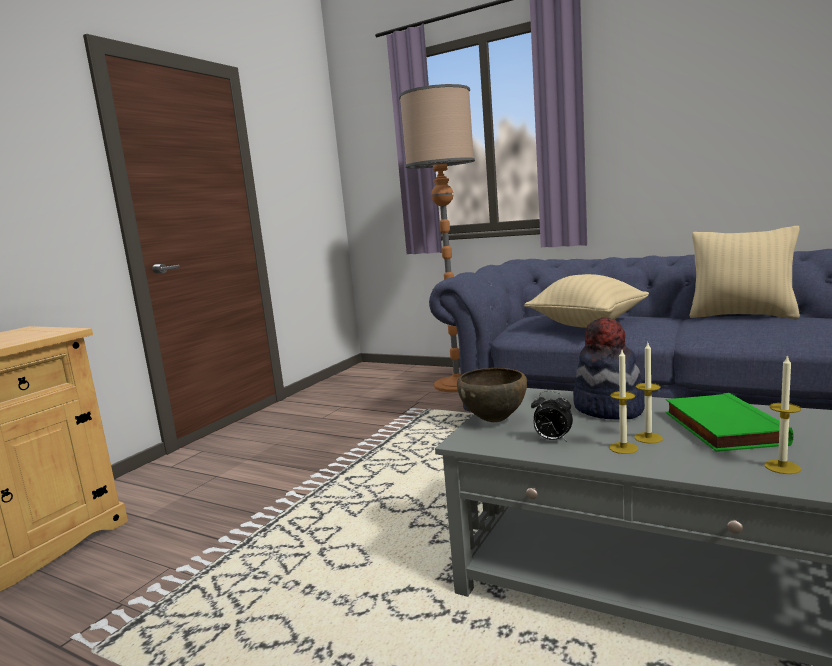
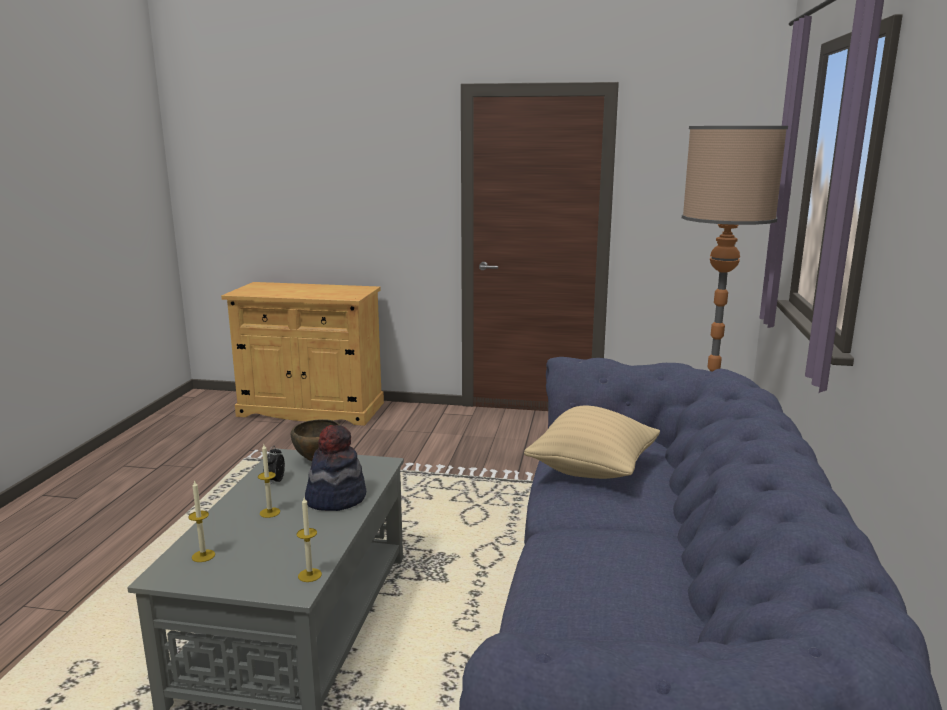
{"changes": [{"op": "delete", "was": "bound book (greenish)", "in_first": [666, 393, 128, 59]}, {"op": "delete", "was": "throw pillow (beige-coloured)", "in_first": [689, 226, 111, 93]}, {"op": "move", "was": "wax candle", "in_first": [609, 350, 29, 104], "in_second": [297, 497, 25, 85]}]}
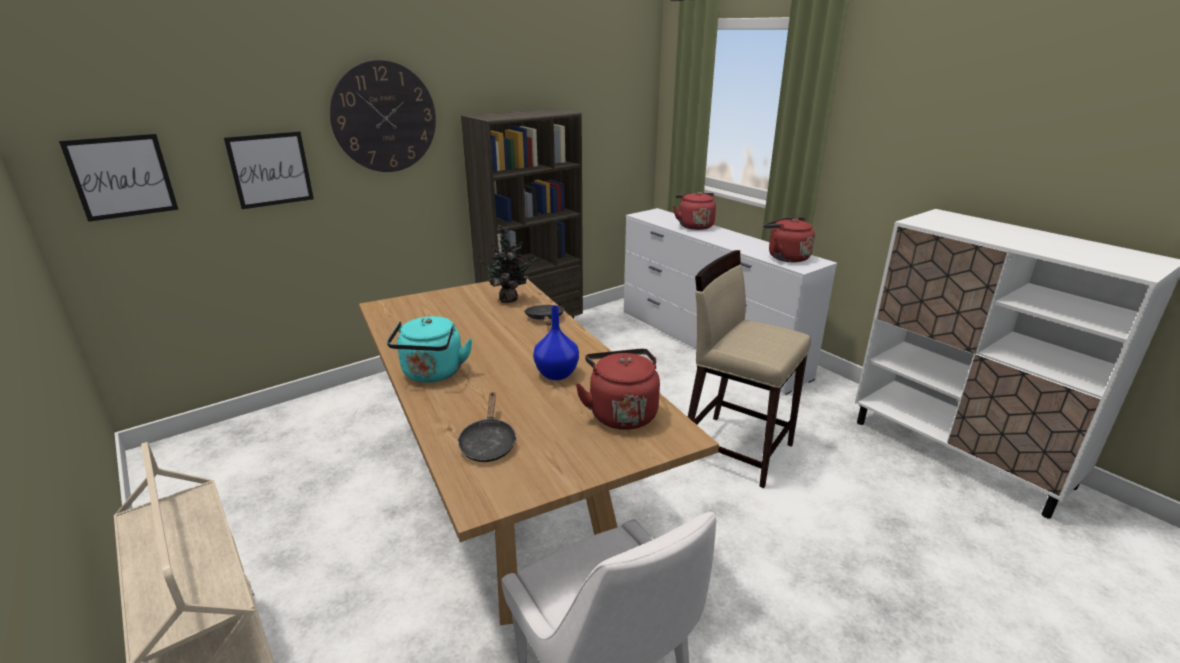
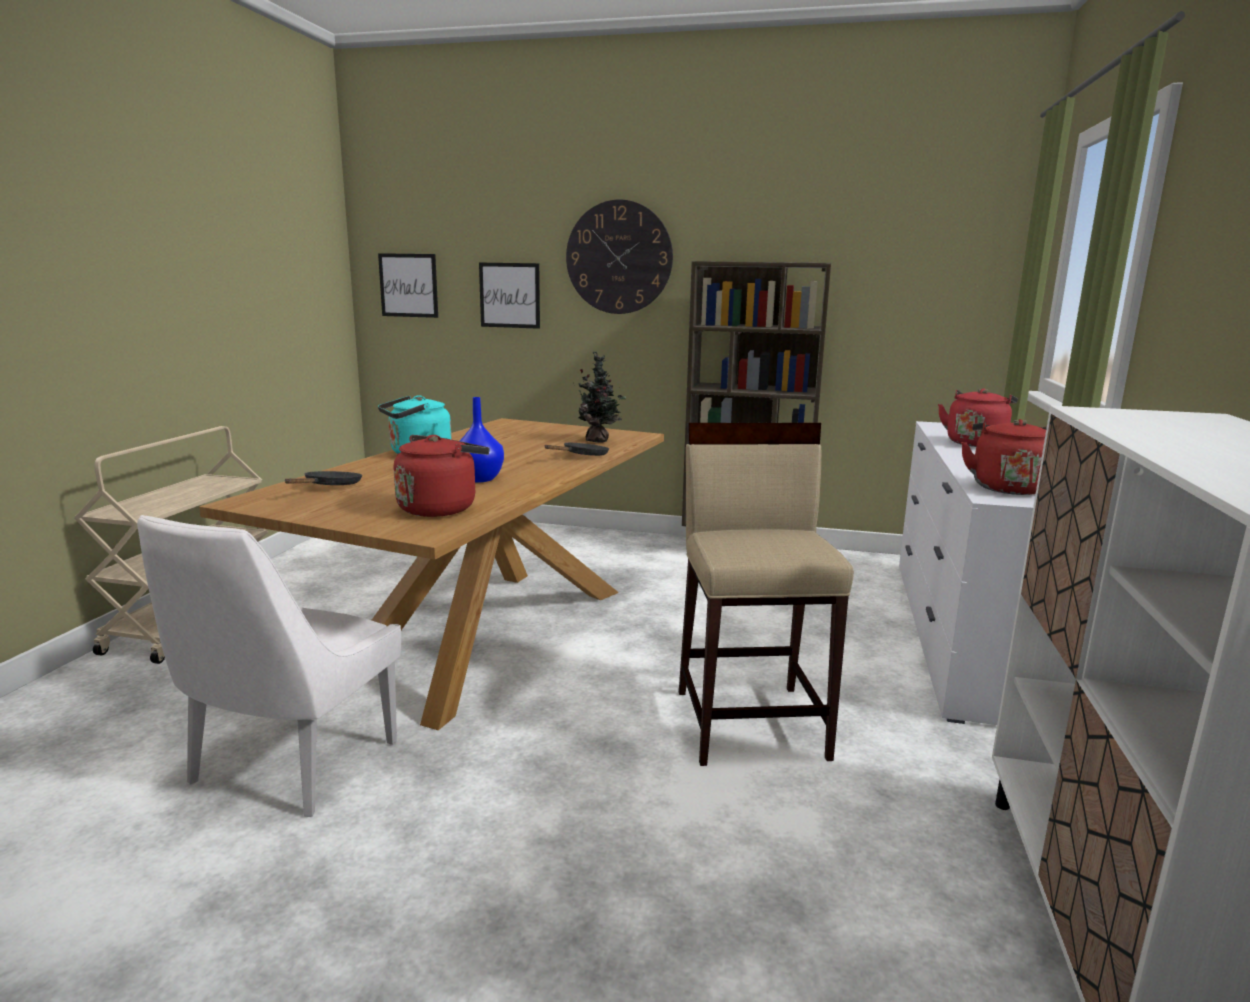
{"changes": [{"op": "rotate", "was": "pan (black)", "in_first": [457, 393, 60, 69], "in_second": [285, 471, 77, 14], "clockwise": 150}]}
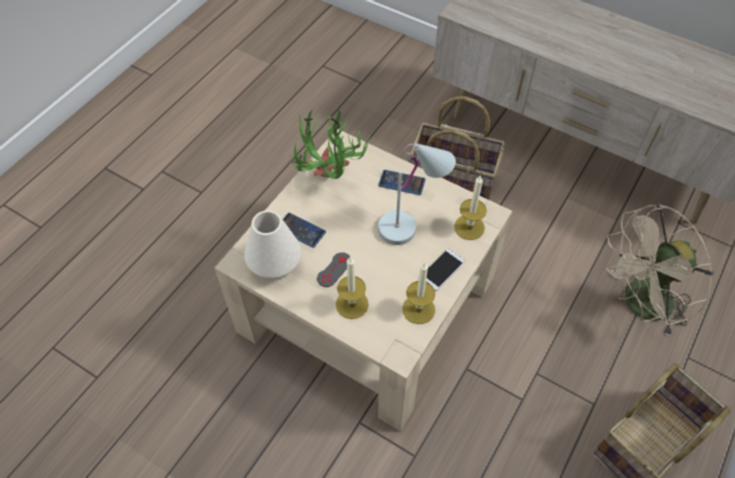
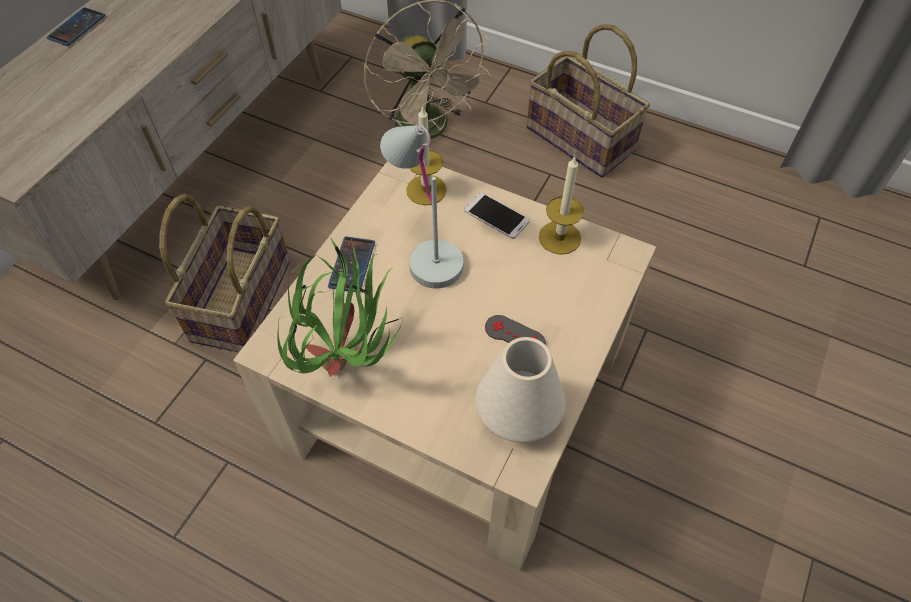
{"changes": [{"op": "delete", "was": "wax candle", "in_first": [336, 256, 33, 63]}, {"op": "move", "was": "handset", "in_first": [283, 213, 43, 35], "in_second": [47, 7, 58, 39]}]}
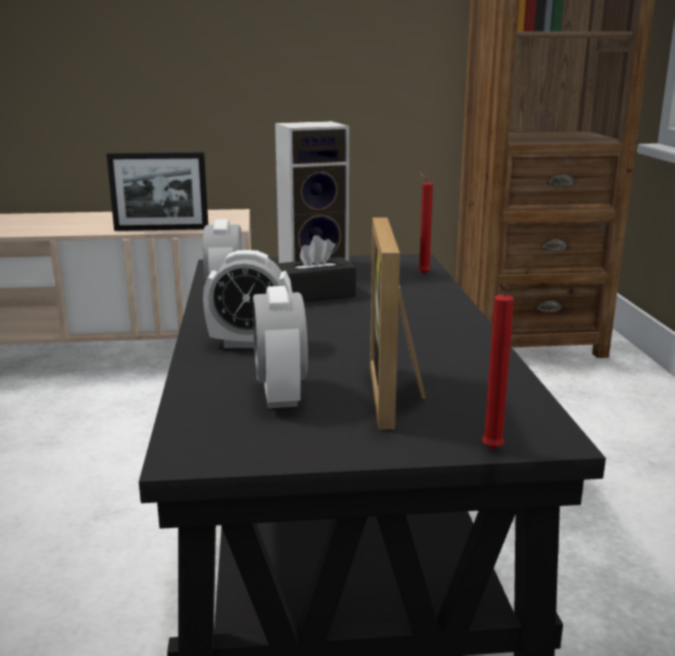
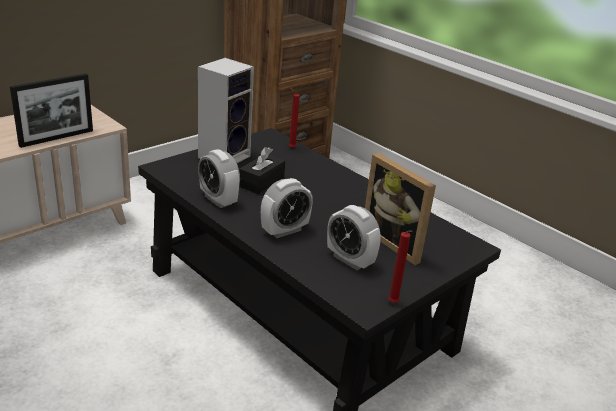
{"changes": [{"op": "move", "was": "wax candle (red)", "in_first": [482, 284, 32, 165], "in_second": [388, 230, 24, 73]}]}
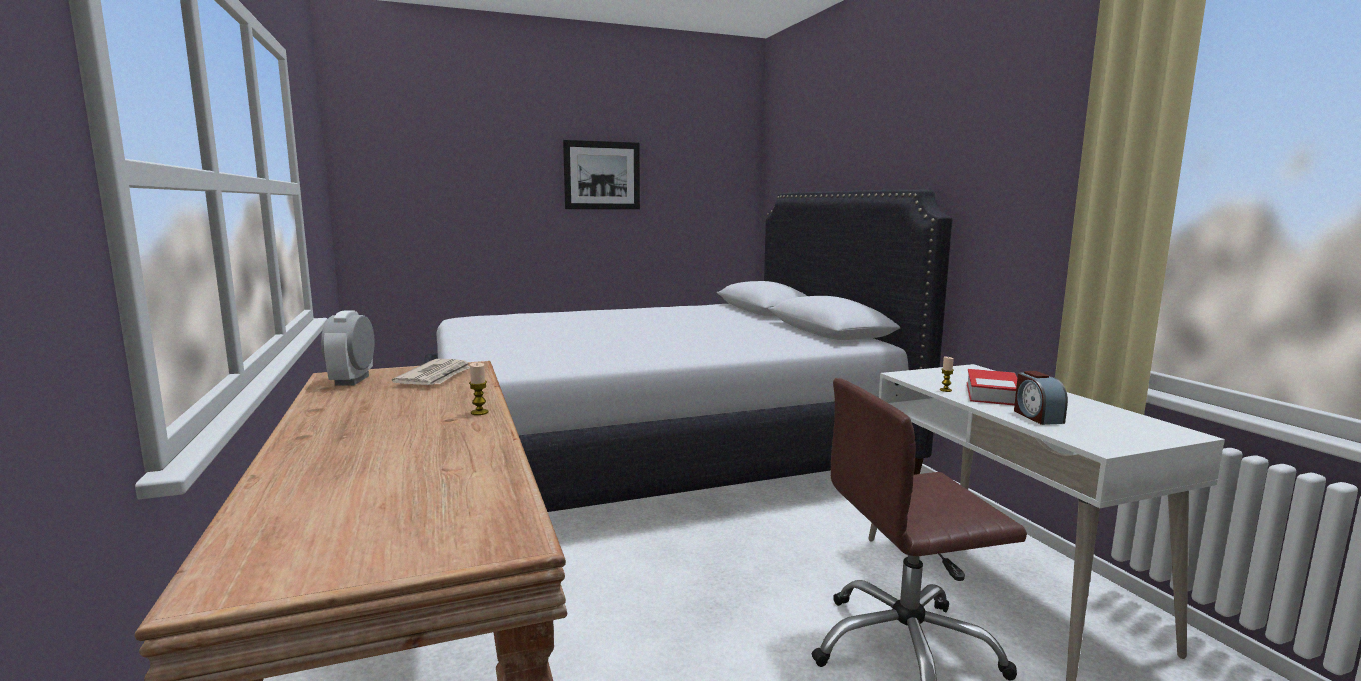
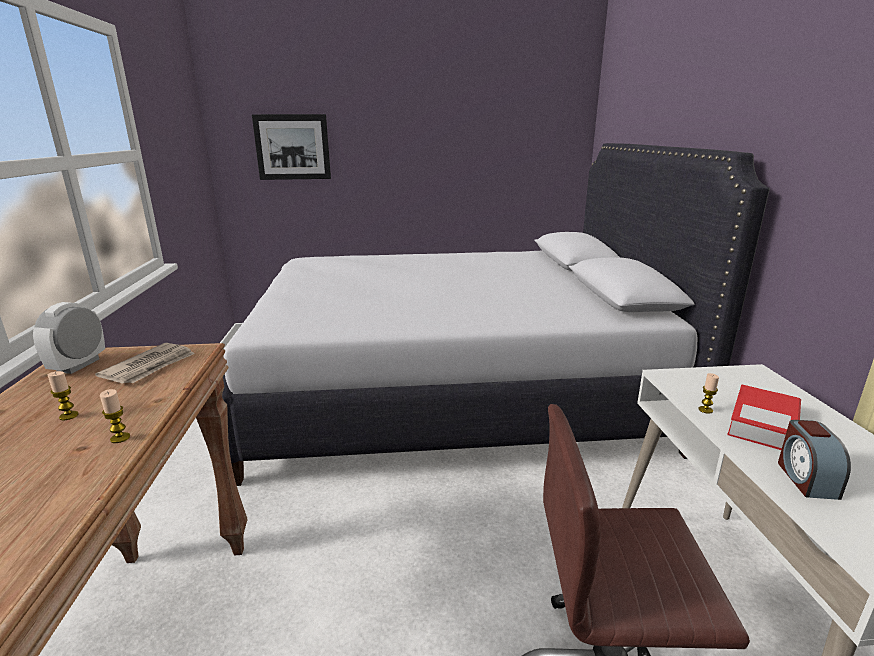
{"changes": [{"op": "insert", "now": "wax candle", "in_second": [48, 371, 31, 49]}, {"op": "move", "was": "wall art", "in_first": [563, 140, 77, 69], "in_second": [252, 114, 79, 66]}]}
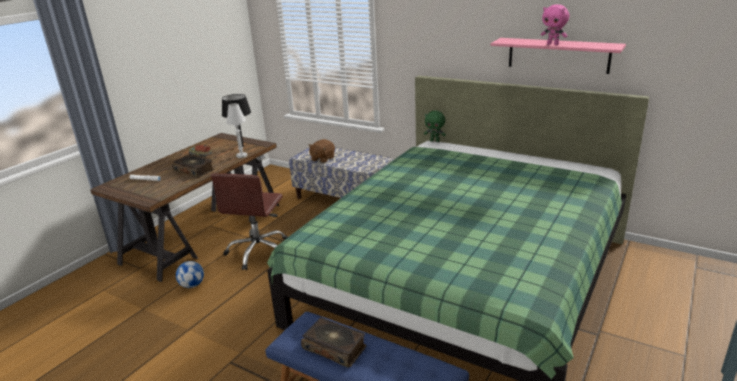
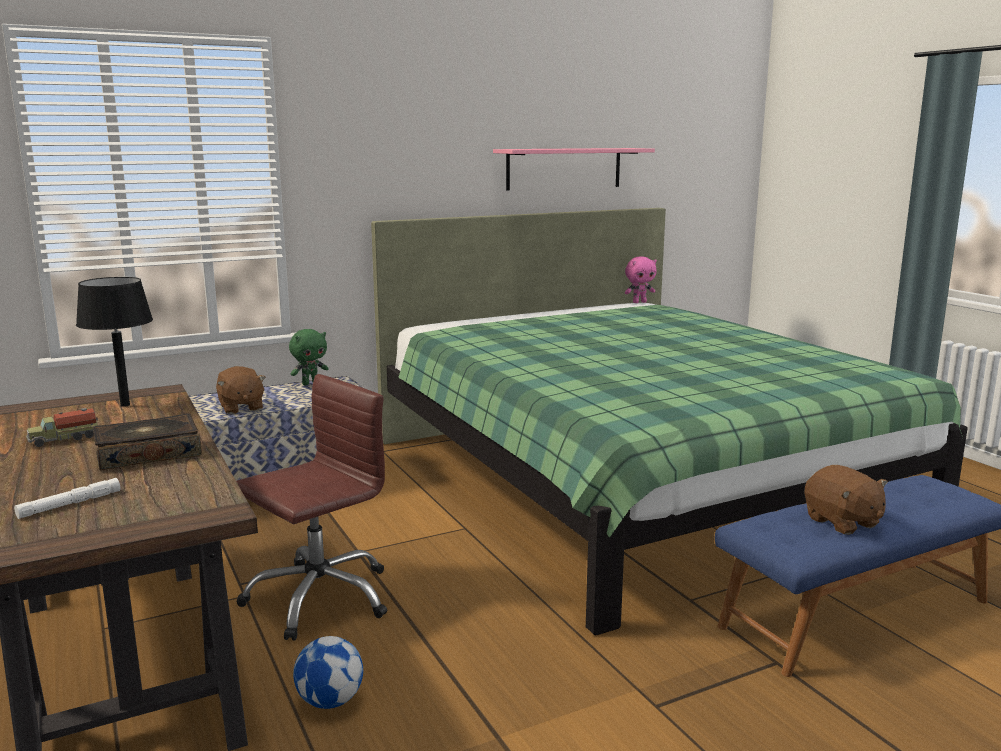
{"changes": [{"op": "delete", "was": "tabletop lamp (white-coloured)", "in_first": [226, 103, 21, 55]}, {"op": "move", "was": "soft toy (greenish)", "in_first": [424, 111, 22, 31], "in_second": [289, 329, 39, 56]}, {"op": "move", "was": "soft toy (pink-coloured)", "in_first": [541, 4, 28, 41], "in_second": [625, 256, 32, 47]}, {"op": "replace", "was": "bound book", "now": "soft toy (brown-coloured)", "in_first": [301, 318, 65, 50], "in_second": [804, 465, 84, 70]}, {"op": "rotate", "was": "office chair (brown-coloured)", "in_first": [211, 173, 77, 97], "in_second": [236, 374, 151, 267], "clockwise": -90}]}
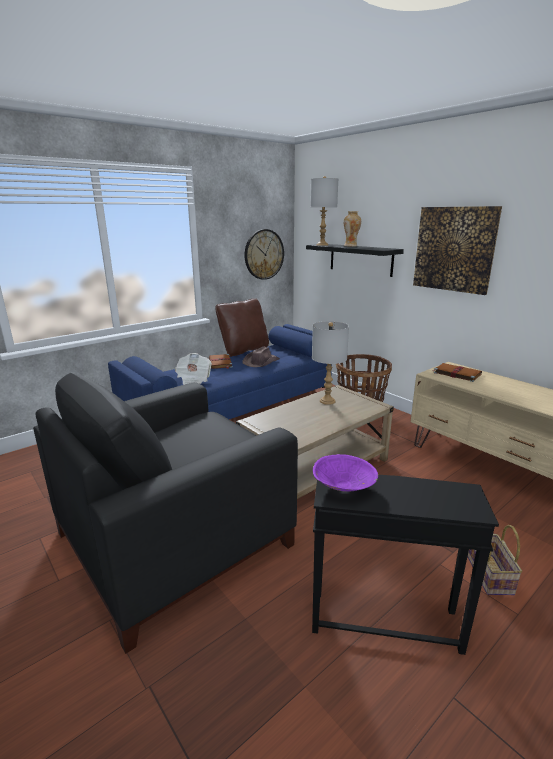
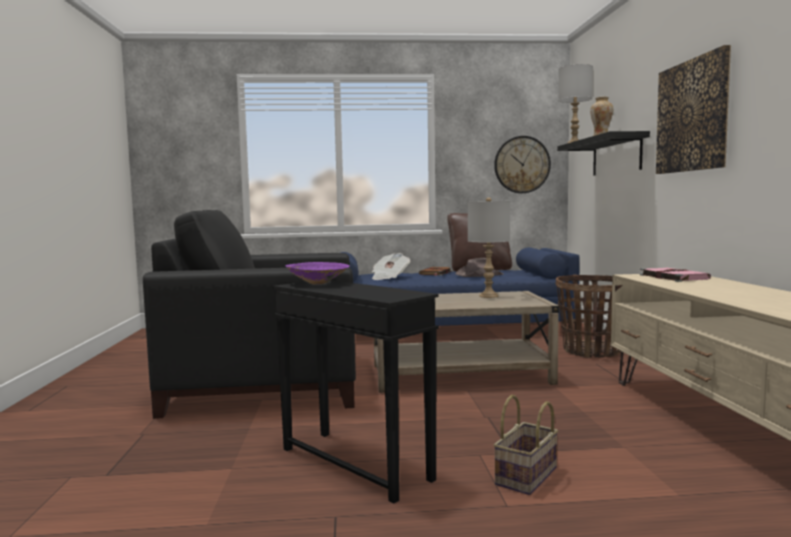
{"changes": [{"op": "recolor", "was": "bound book (brown-coloured)", "now": "bound book (pink-coloured)", "in_first": [433, 363, 49, 19], "in_second": [640, 268, 71, 14]}]}
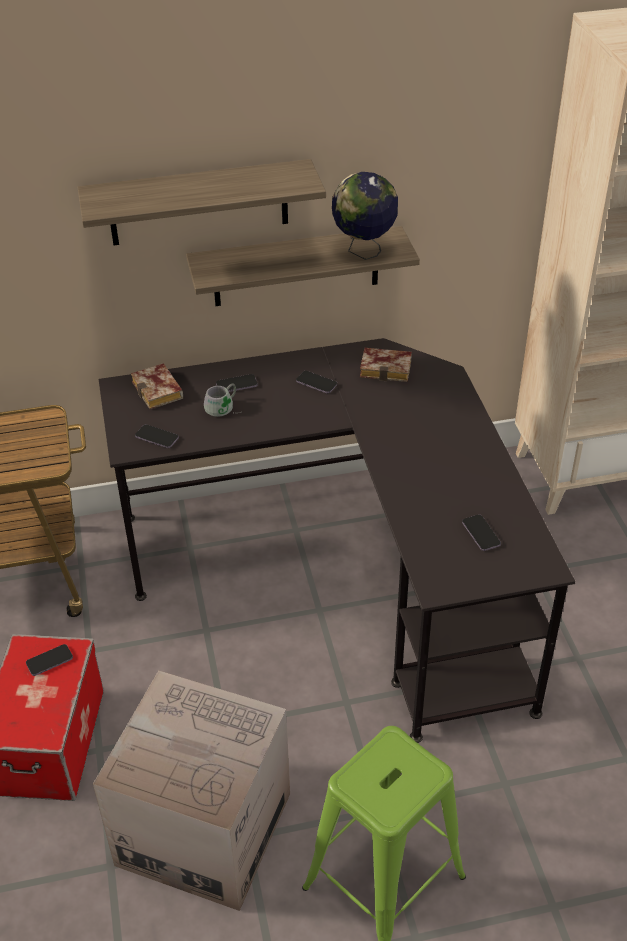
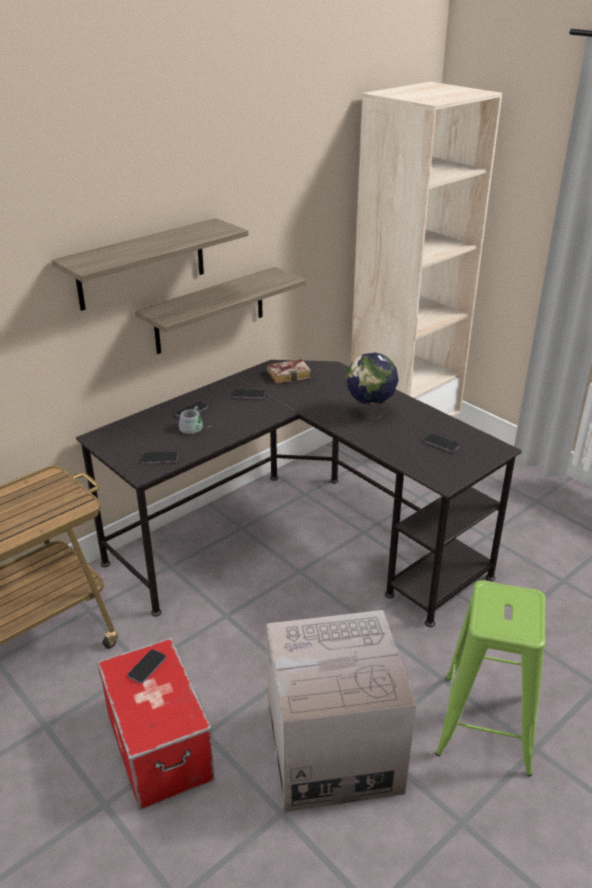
{"changes": [{"op": "delete", "was": "bound book", "in_first": [131, 363, 52, 46]}, {"op": "move", "was": "world globe", "in_first": [332, 172, 66, 88], "in_second": [346, 353, 53, 66]}]}
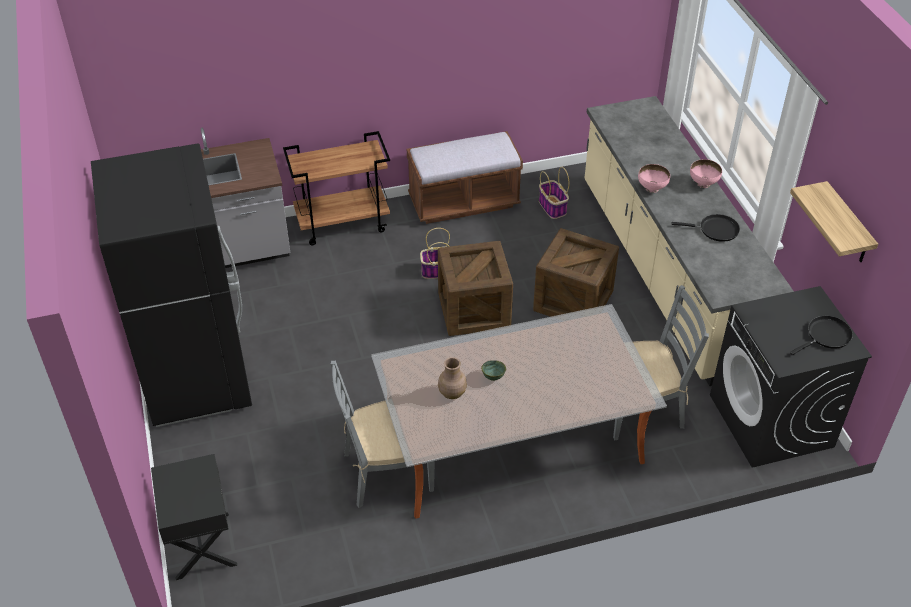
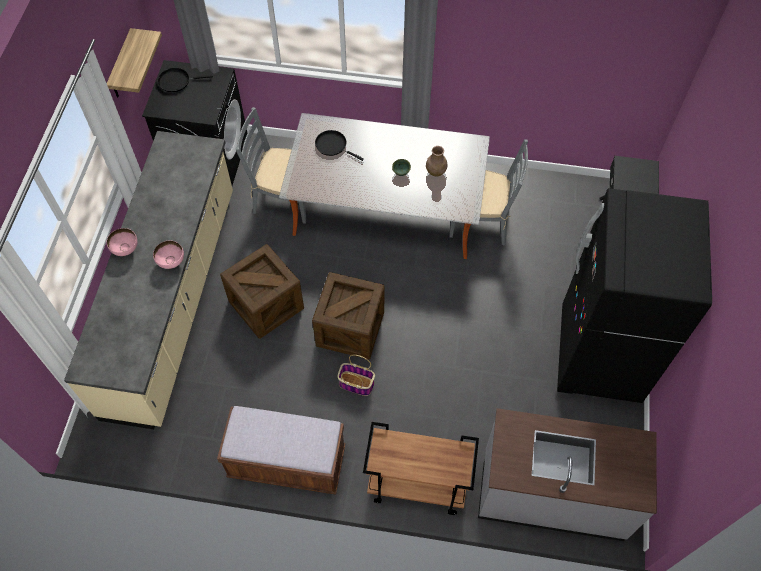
{"changes": [{"op": "delete", "was": "household basket", "in_first": [539, 167, 31, 52]}, {"op": "move", "was": "pan (black)", "in_first": [671, 214, 69, 28], "in_second": [315, 130, 49, 31]}]}
